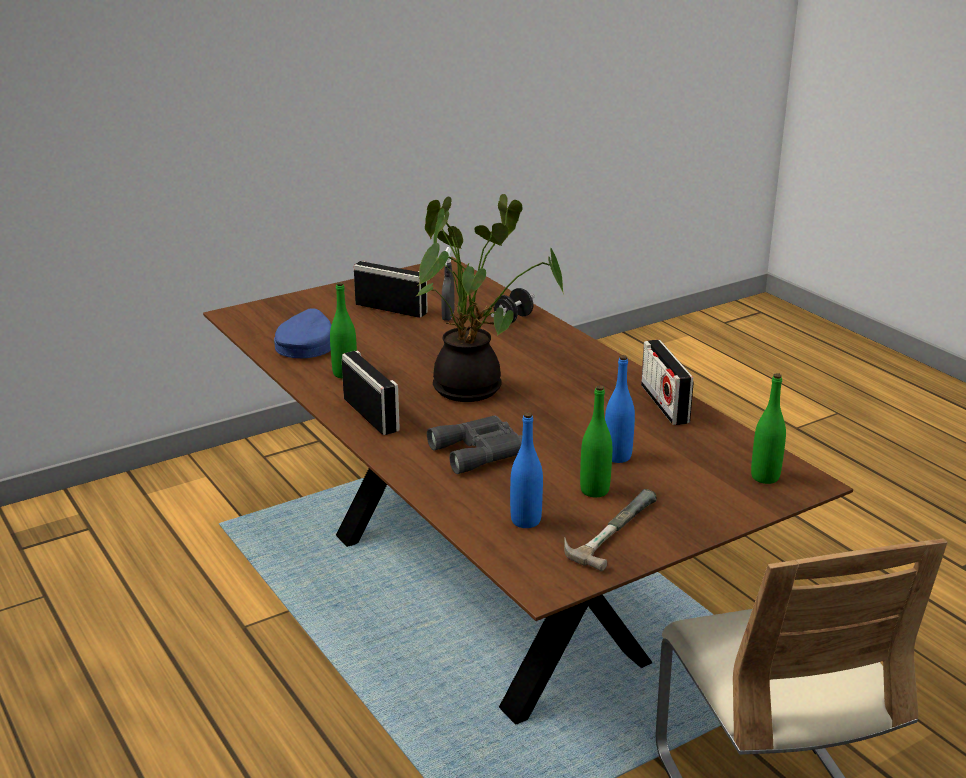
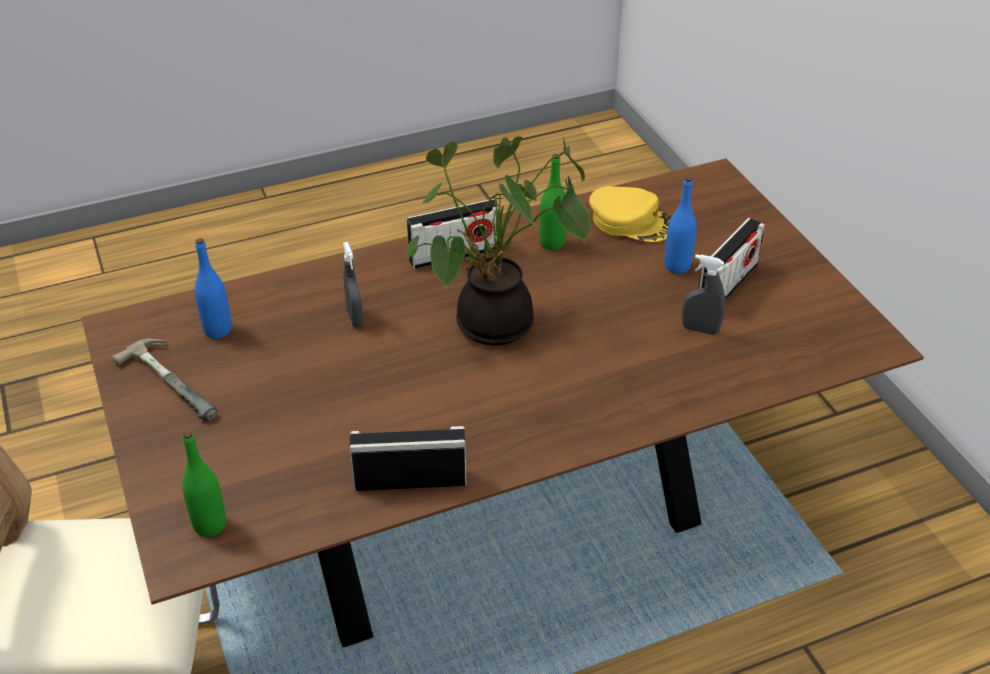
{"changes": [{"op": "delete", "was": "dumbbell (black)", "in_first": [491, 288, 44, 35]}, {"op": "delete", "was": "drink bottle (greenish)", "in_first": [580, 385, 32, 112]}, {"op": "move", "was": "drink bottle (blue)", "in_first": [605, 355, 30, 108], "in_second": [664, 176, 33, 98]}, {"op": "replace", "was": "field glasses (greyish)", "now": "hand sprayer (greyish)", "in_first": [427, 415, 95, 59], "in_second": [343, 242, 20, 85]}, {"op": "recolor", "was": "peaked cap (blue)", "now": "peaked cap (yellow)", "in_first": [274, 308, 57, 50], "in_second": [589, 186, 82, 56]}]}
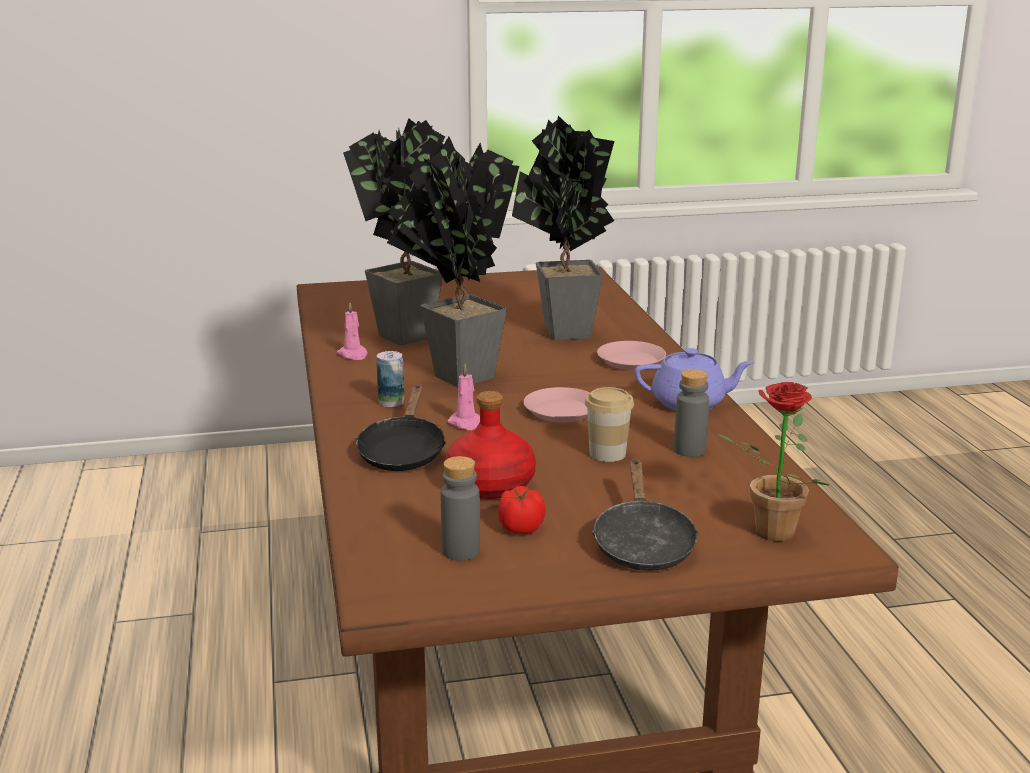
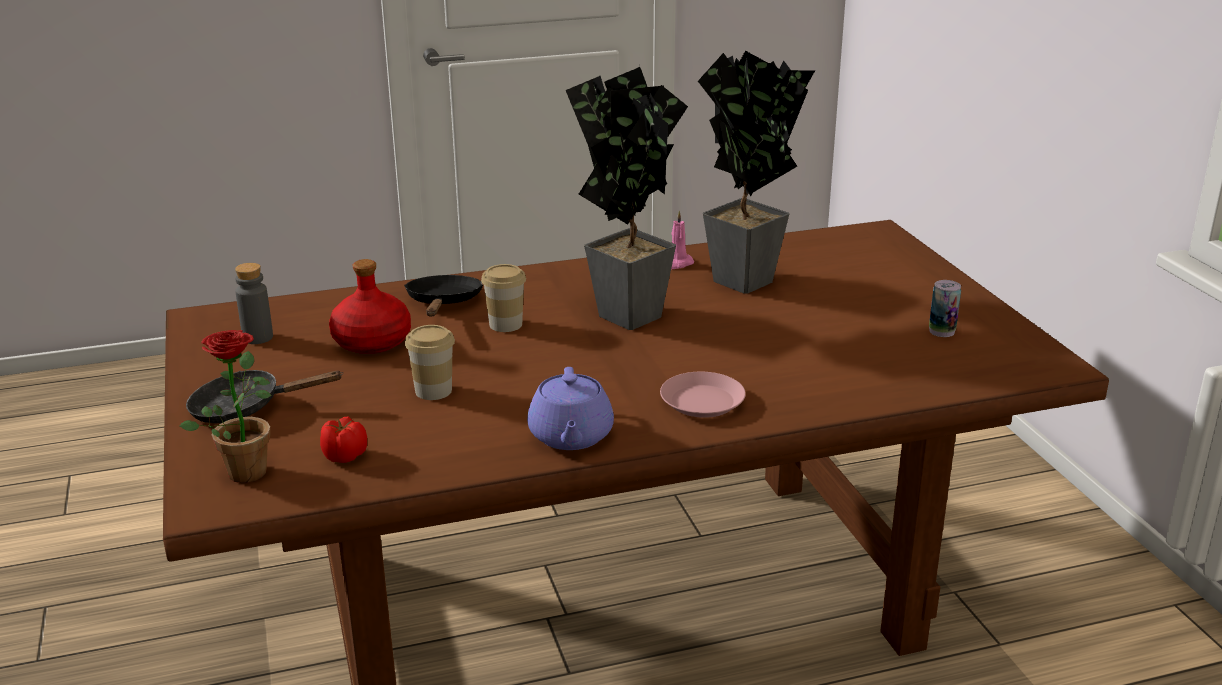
{"changes": [{"op": "delete", "was": "plant in a pot", "in_first": [512, 116, 102, 224]}, {"op": "delete", "was": "flat dish (pink-coloured)", "in_first": [523, 387, 67, 36]}, {"op": "delete", "was": "drink bottle (greyish)", "in_first": [674, 369, 35, 88]}, {"op": "move", "was": "sealed can", "in_first": [376, 351, 28, 56], "in_second": [929, 280, 32, 57]}, {"op": "move", "was": "tomato", "in_first": [498, 486, 48, 48], "in_second": [320, 416, 47, 47]}, {"op": "replace", "was": "wax candle (pink-coloured)", "now": "cup", "in_first": [448, 363, 32, 67], "in_second": [481, 264, 45, 68]}, {"op": "rotate", "was": "pan (black)", "in_first": [355, 384, 91, 87], "in_second": [404, 275, 79, 41], "clockwise": 90}]}
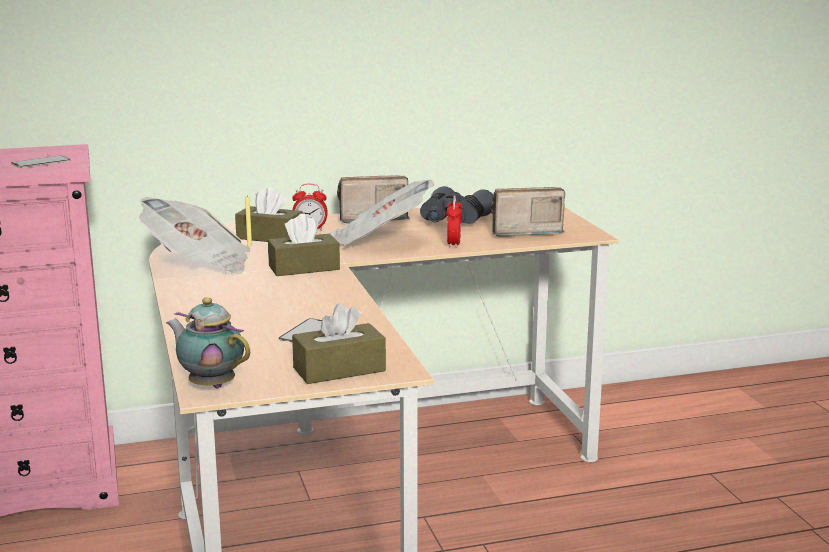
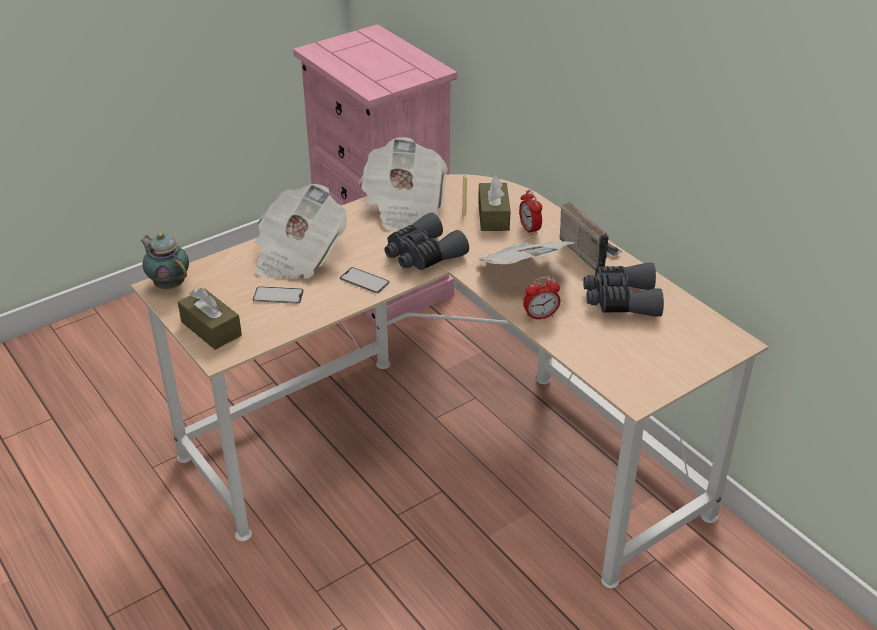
{"changes": [{"op": "delete", "was": "radio receiver", "in_first": [490, 187, 75, 50]}, {"op": "insert", "now": "newspaper", "in_second": [255, 184, 92, 94]}, {"op": "move", "was": "handset", "in_first": [11, 156, 60, 12], "in_second": [340, 267, 49, 26]}, {"op": "replace", "was": "tissue holder (brown-coloured)", "now": "field glasses (greyish)", "in_first": [268, 213, 72, 63], "in_second": [385, 212, 84, 58]}, {"op": "rotate", "was": "teapot", "in_first": [166, 297, 84, 91], "in_second": [140, 233, 49, 56], "clockwise": -60}]}
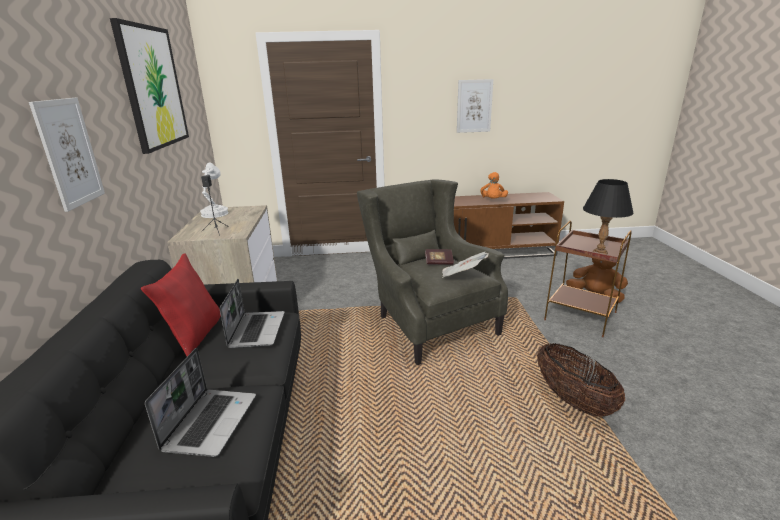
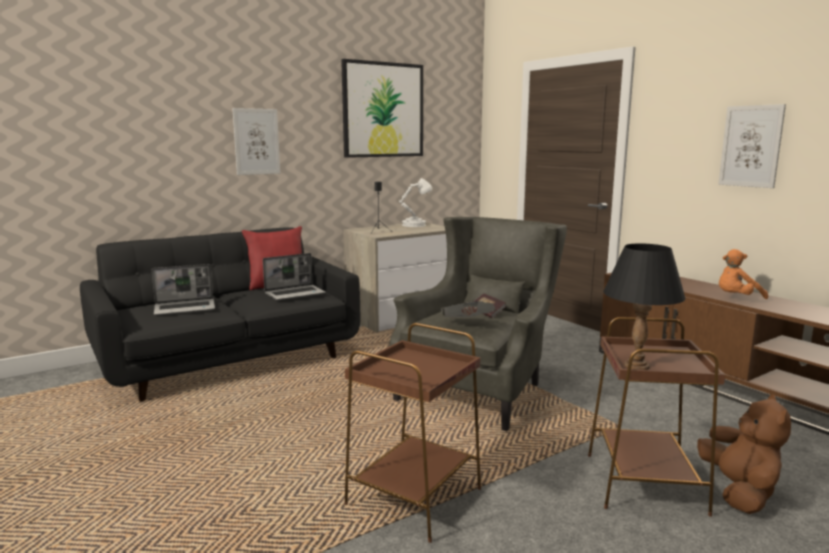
{"changes": [{"op": "replace", "was": "household basket", "now": "end table (brown-coloured)", "in_first": [537, 343, 88, 73], "in_second": [344, 323, 137, 220]}]}
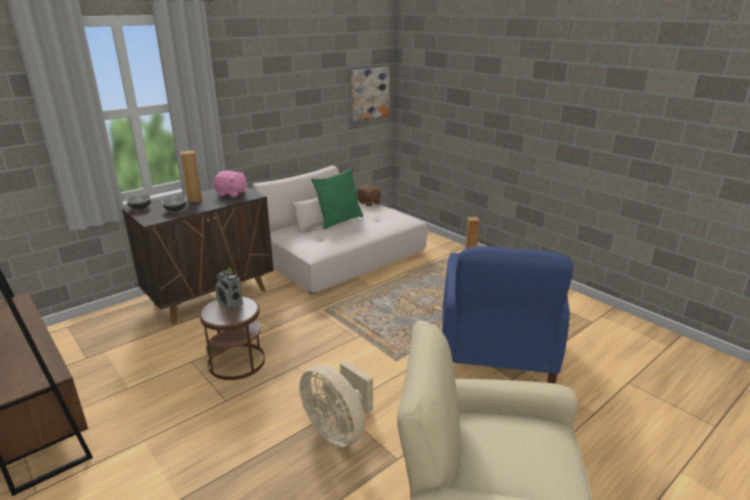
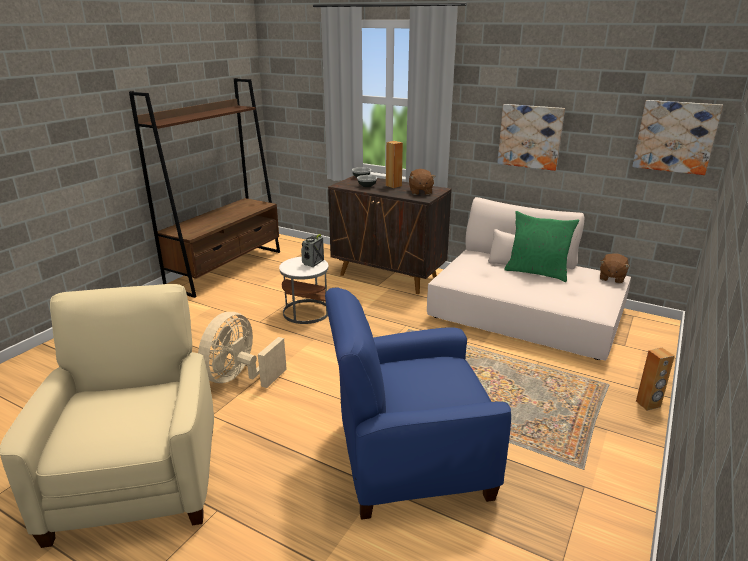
{"changes": [{"op": "insert", "now": "wall art", "in_second": [497, 104, 68, 67]}, {"op": "recolor", "was": "end table (brown-coloured)", "now": "end table (white-coloured)", "in_first": [199, 296, 66, 84], "in_second": [279, 257, 49, 67]}, {"op": "recolor", "was": "soft toy (pink-coloured)", "now": "soft toy (brown-coloured)", "in_first": [213, 171, 34, 26], "in_second": [409, 169, 27, 26]}]}
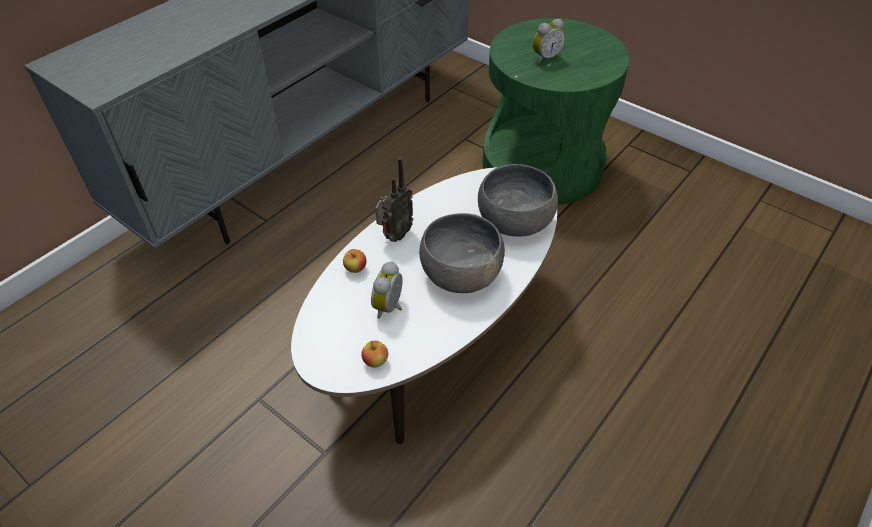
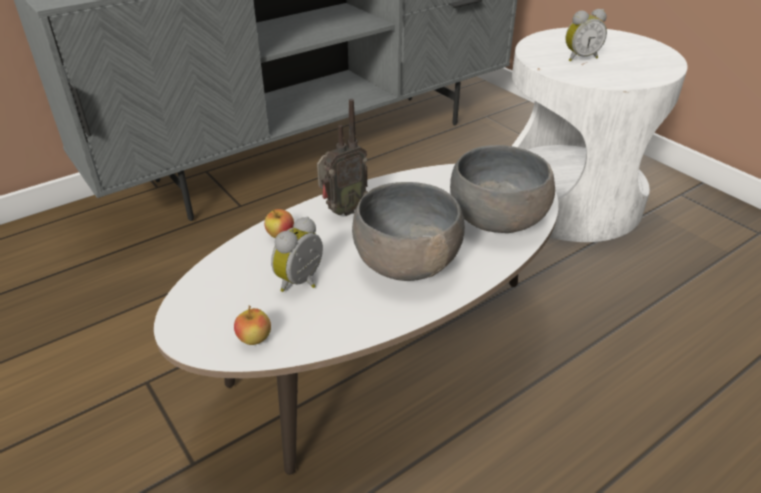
{"changes": [{"op": "recolor", "was": "end table (greenish)", "now": "end table (white-coloured)", "in_first": [483, 18, 147, 187], "in_second": [512, 28, 176, 214]}]}
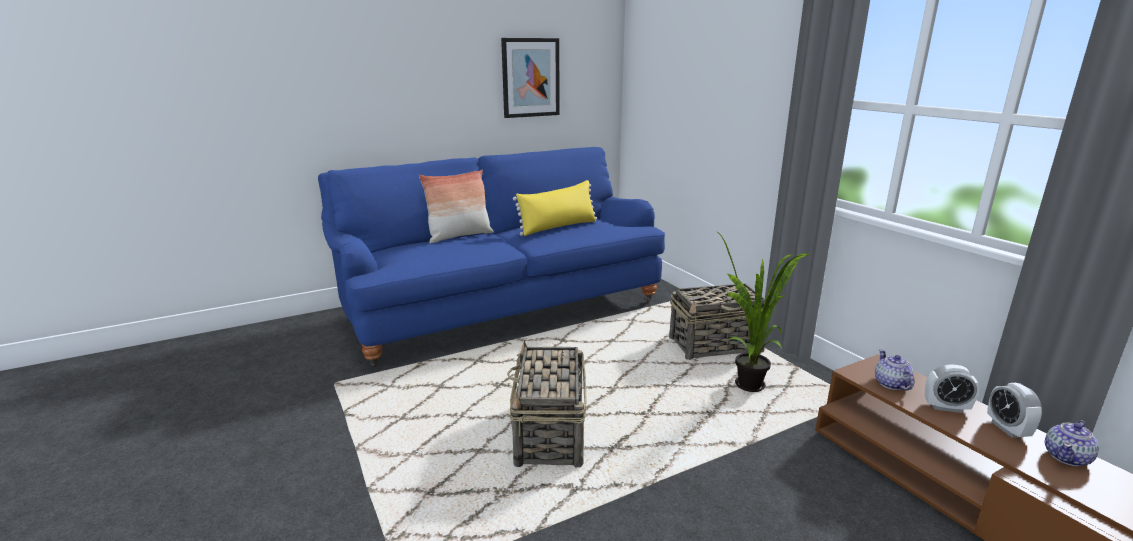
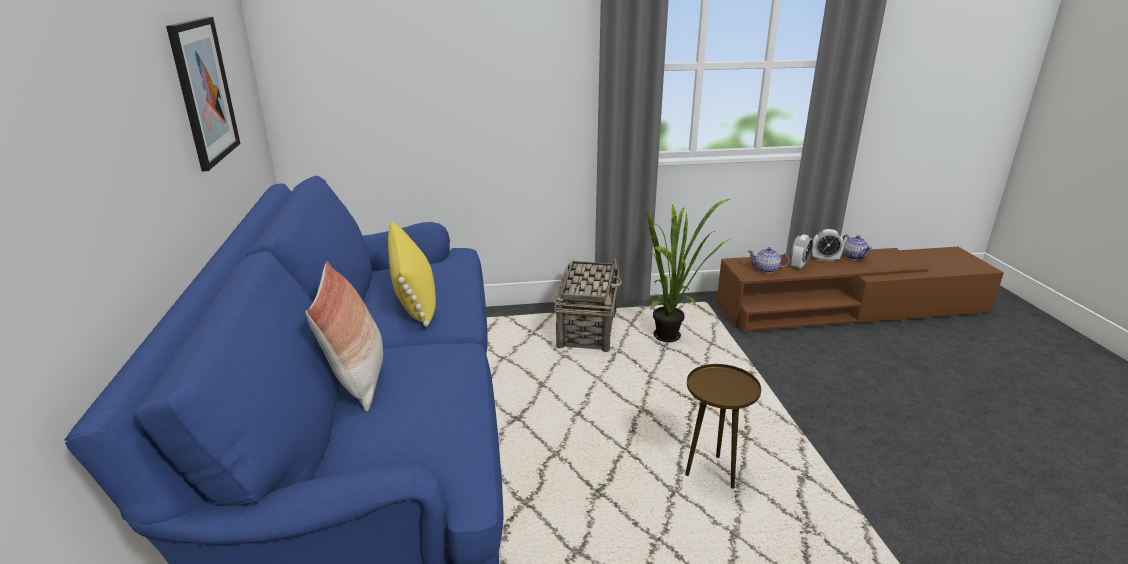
{"changes": [{"op": "replace", "was": "household basket", "now": "end table (brown-coloured)", "in_first": [507, 340, 80, 127], "in_second": [685, 364, 76, 125]}]}
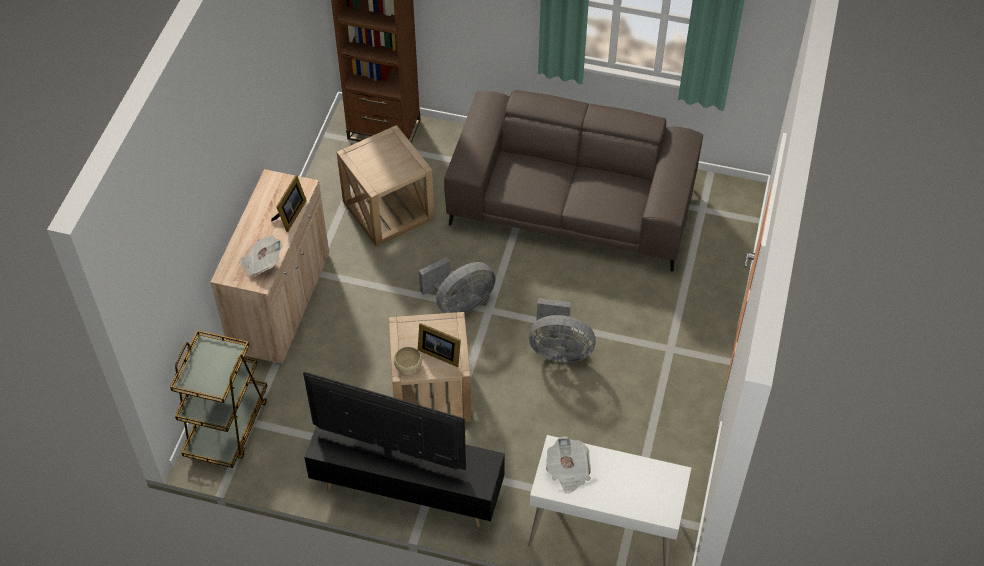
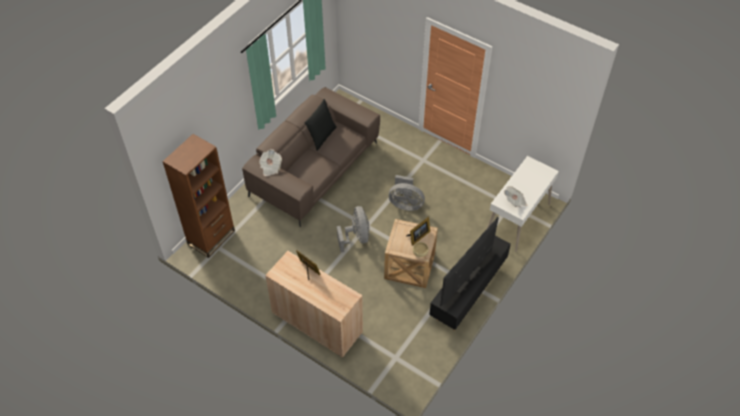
{"changes": [{"op": "delete", "was": "trolley (brown-coloured)", "in_first": [170, 330, 97, 138]}, {"op": "delete", "was": "end table (beige-coloured)", "in_first": [337, 125, 98, 122]}, {"op": "insert", "now": "throw pillow (black)", "in_second": [304, 99, 33, 52]}, {"op": "move", "was": "newspaper", "in_first": [239, 235, 44, 42], "in_second": [259, 149, 23, 27]}, {"op": "rotate", "was": "cooling fan (greyish)", "in_first": [529, 298, 67, 64], "in_second": [389, 175, 36, 36], "clockwise": 75}]}
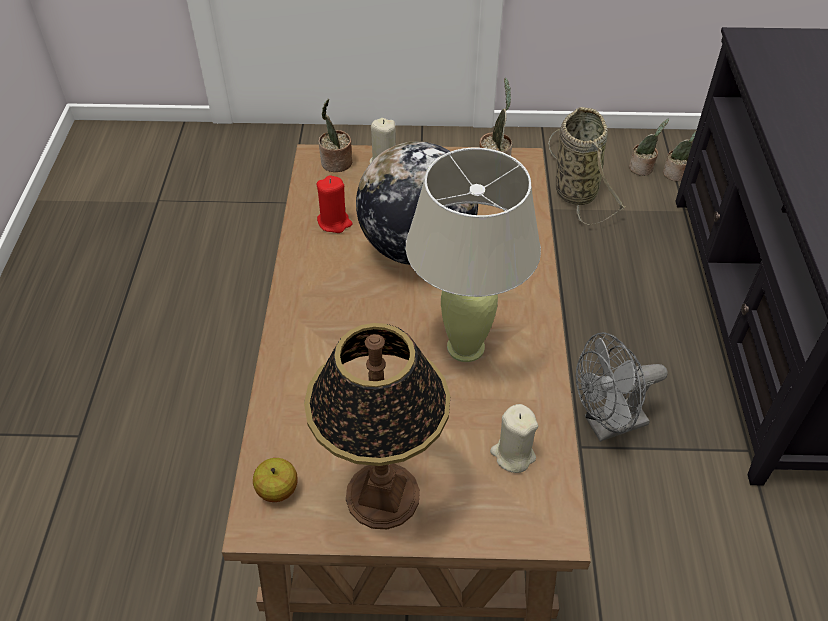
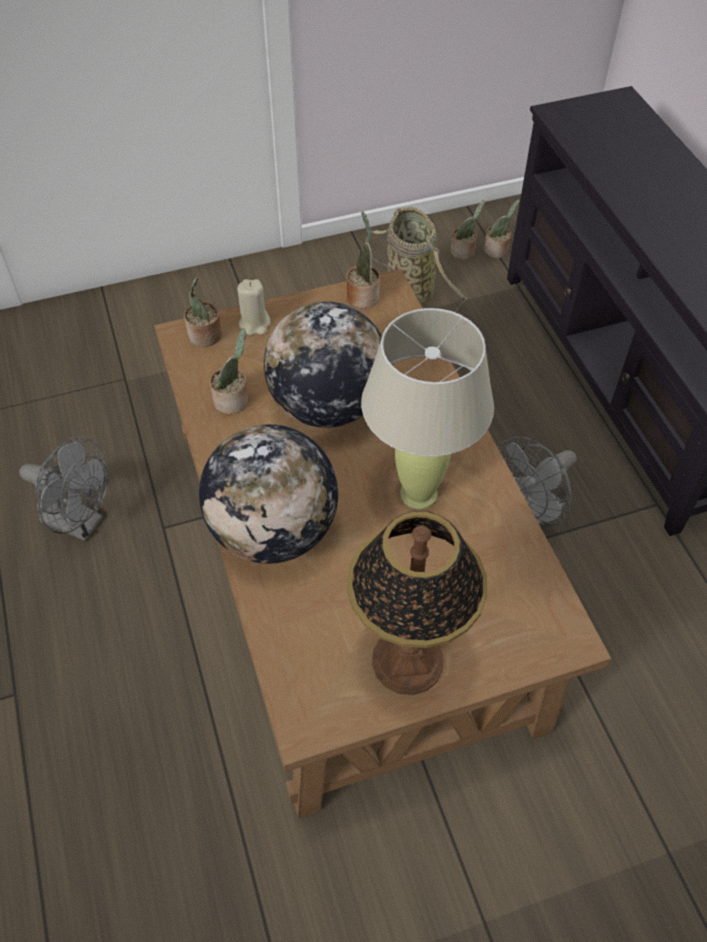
{"changes": [{"op": "delete", "was": "whole apple", "in_first": [253, 458, 45, 44]}, {"op": "delete", "was": "wax candle (beige-coloured)", "in_first": [490, 404, 48, 69]}, {"op": "insert", "now": "cooling fan (greyish)", "in_second": [19, 437, 89, 104]}, {"op": "insert", "now": "world globe", "in_second": [199, 424, 139, 140]}, {"op": "replace", "was": "wax candle (red)", "now": "plant in a pot", "in_first": [317, 175, 35, 58], "in_second": [210, 328, 39, 86]}]}
